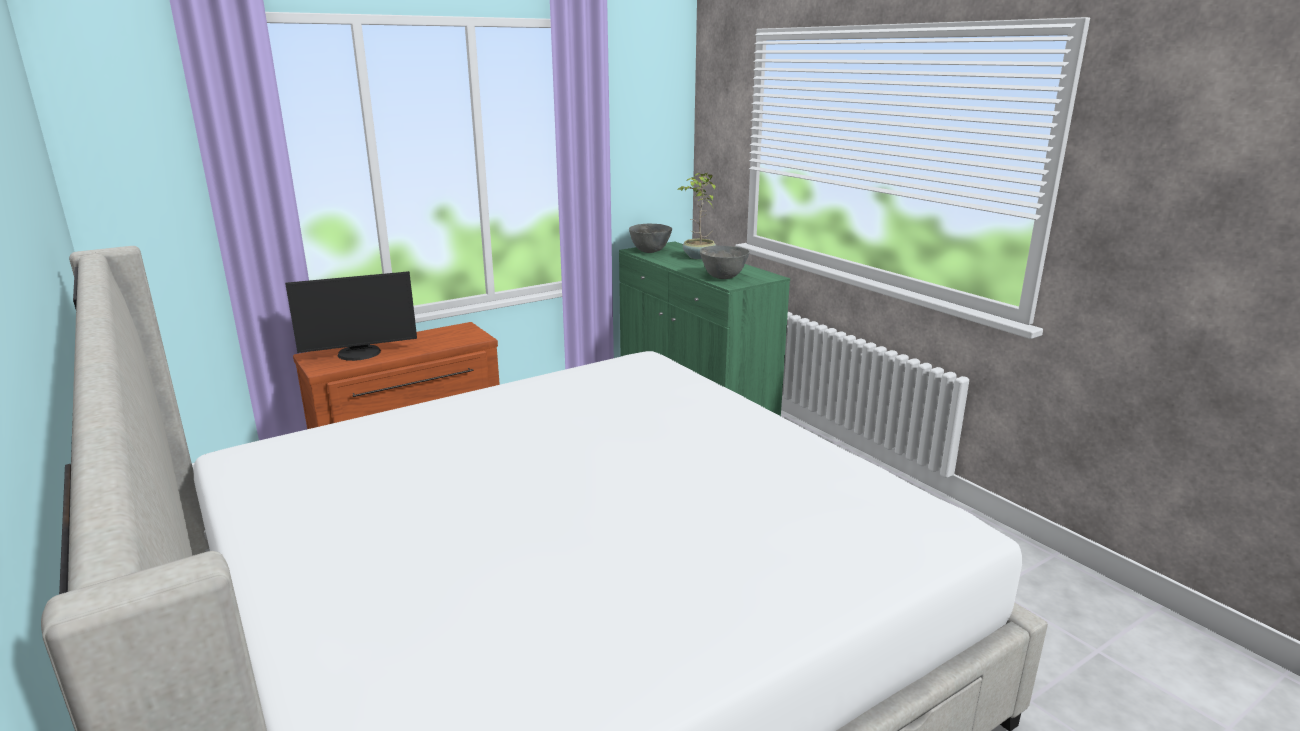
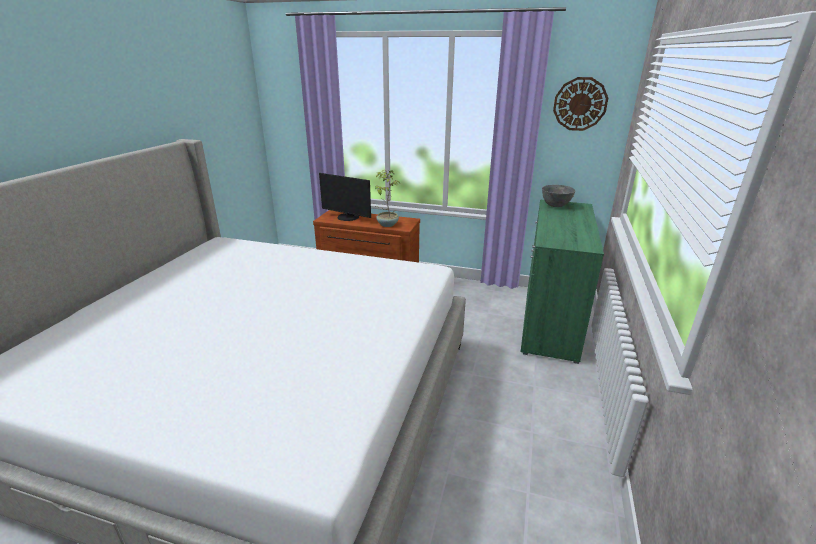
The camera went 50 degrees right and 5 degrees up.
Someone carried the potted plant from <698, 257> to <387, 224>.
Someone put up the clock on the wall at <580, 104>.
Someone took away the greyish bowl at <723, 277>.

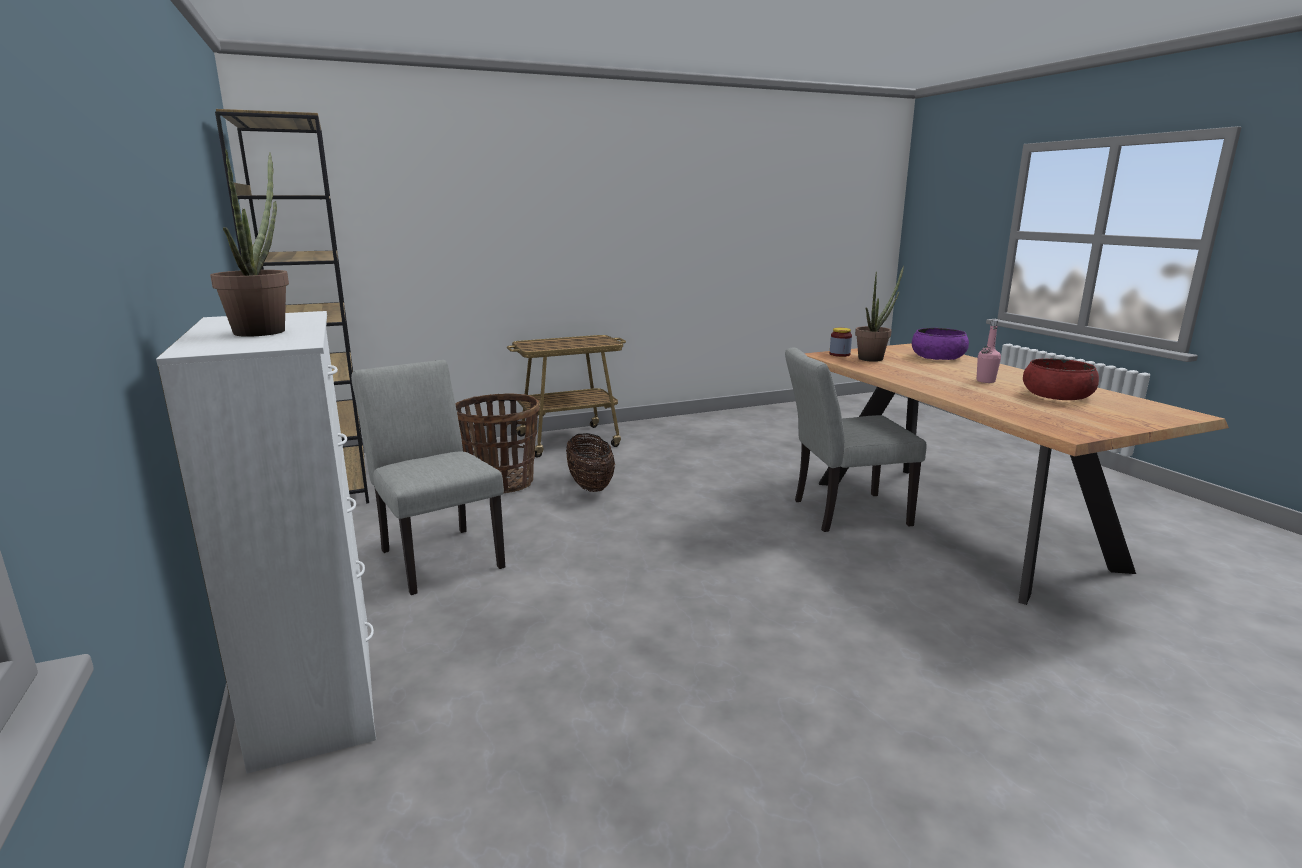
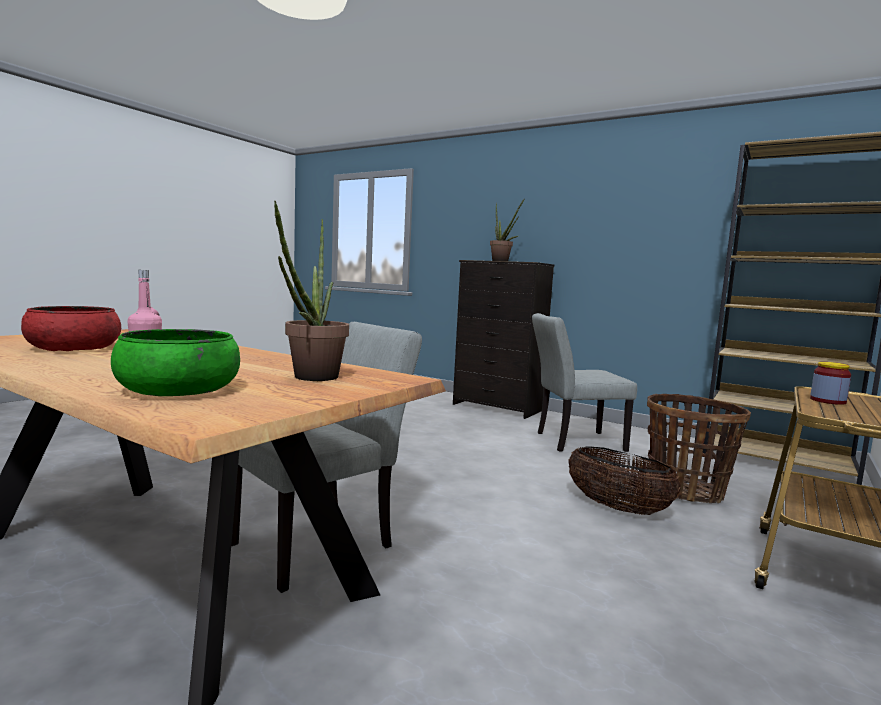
The camera went 145 degrees right and 10 degrees down.
Someone repainted the purple bowl at <938, 357>, which became the green-coloured bowl at <178, 389>.
Someone repainted the whitish chest of drawers at <318, 687>, which became the black chest of drawers at <497, 408>.
Someone rotated the greyish upright chair at <437, 555> by 150 degrees clockwise.
Someone carried the storage jar from <839, 354> to <827, 401>.

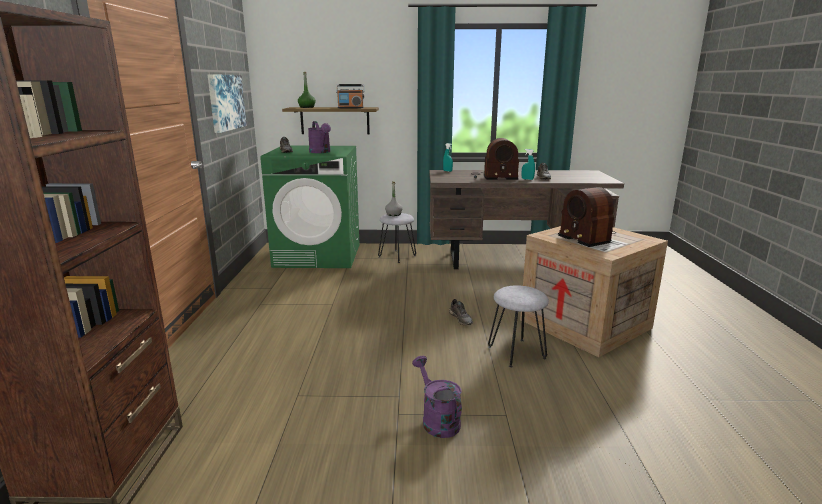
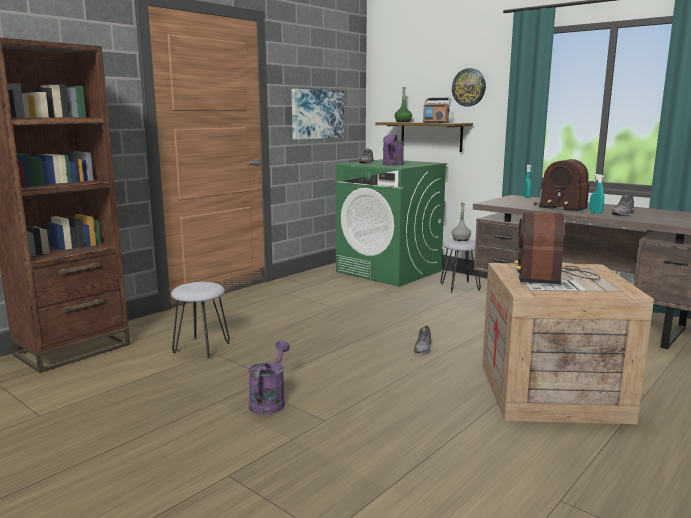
The camera went 40 degrees right and 5 degrees down.
Someone carried the greyish sitting stool from <516, 352> to <202, 347>.
Someone put up the clock on the wall at <469, 87>.

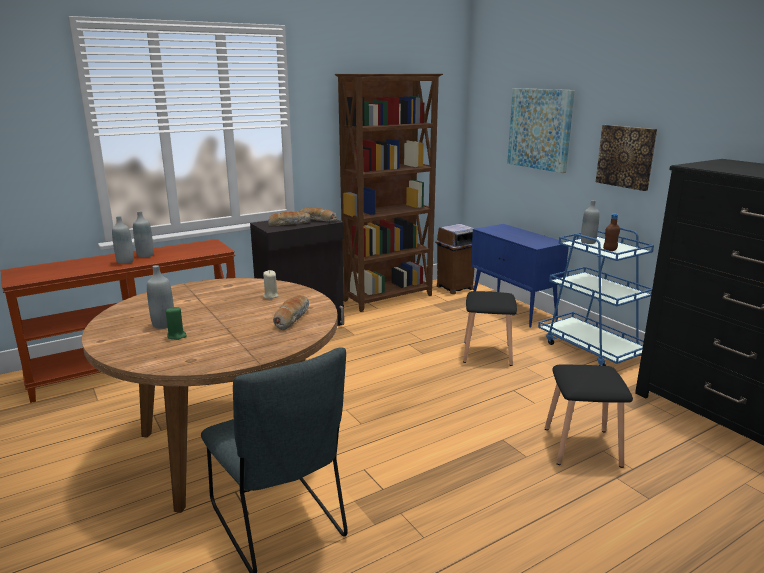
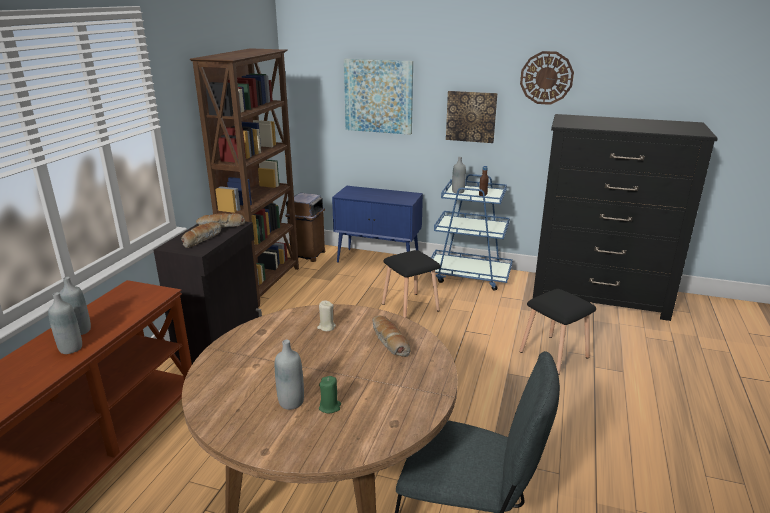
The camera went 40 degrees left and 5 degrees up.
Someone put up the clock on the wall at <546, 78>.

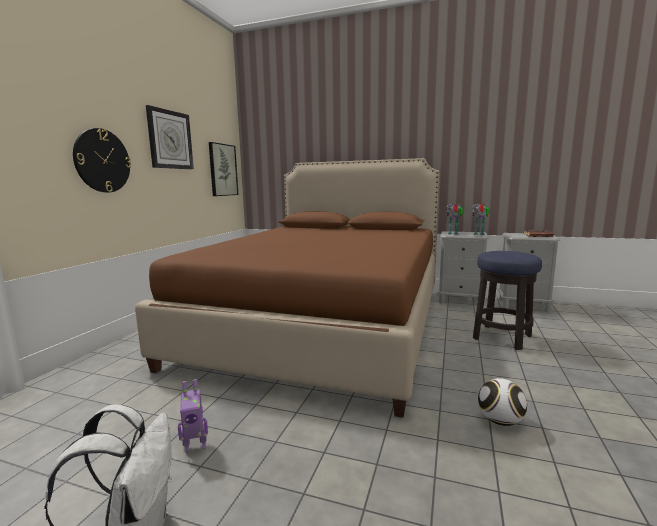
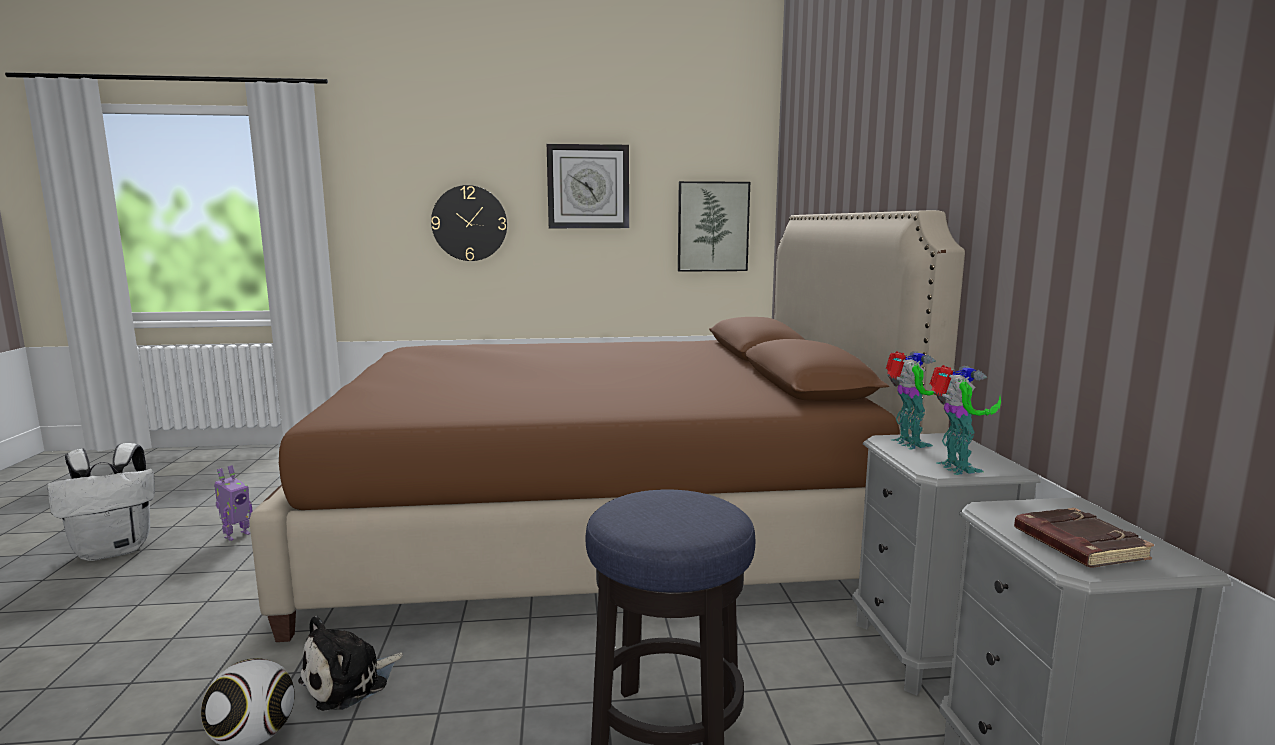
The camera went 65 degrees right and 0 degrees up.
Someone rotated the robot figure at <195, 446> by 105 degrees counterclockwise.
Someone put down the plush toy at <349, 682>.

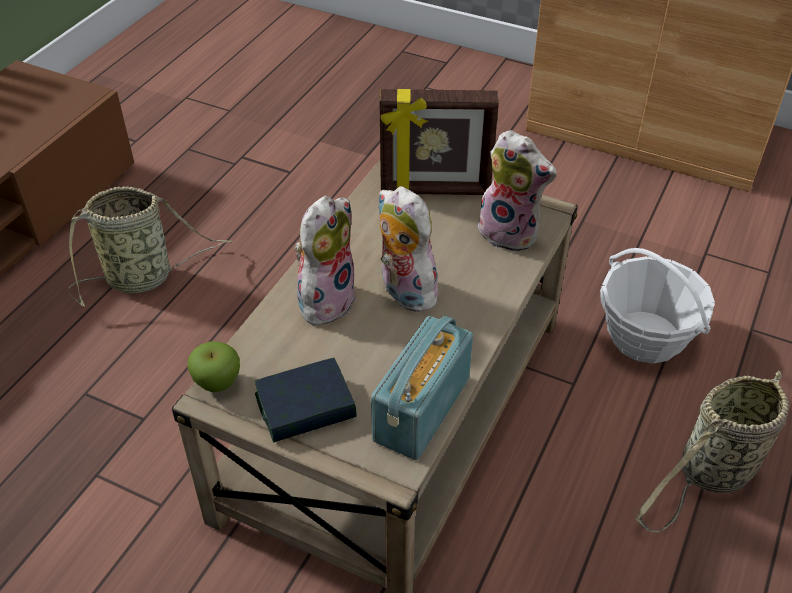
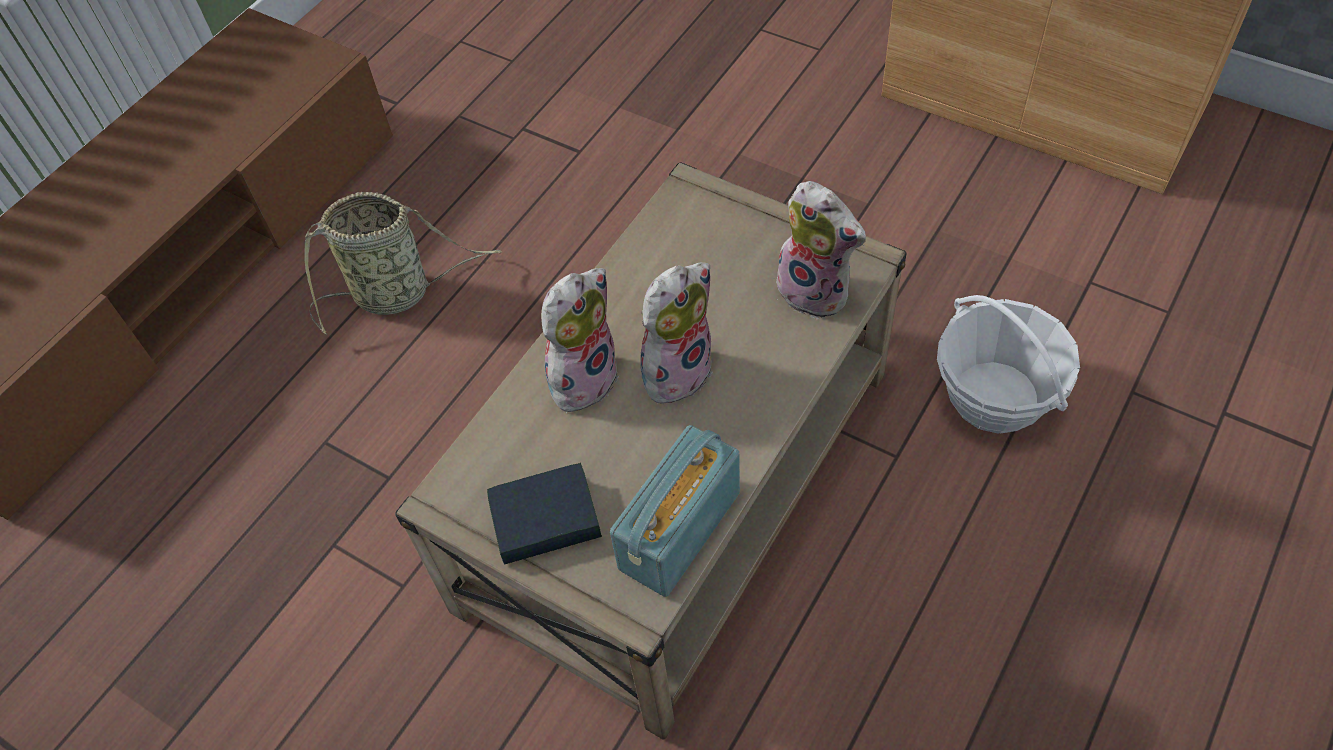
The camera went 10 degrees right and 10 degrees up.
Someone rotated the plush toy at <403, 292> by 75 degrees clockwise.
Someone took away the apple fruit at <217, 383>.
Someone took away the standing frame at <435, 191>.
Someone took away the basket at <712, 474>.

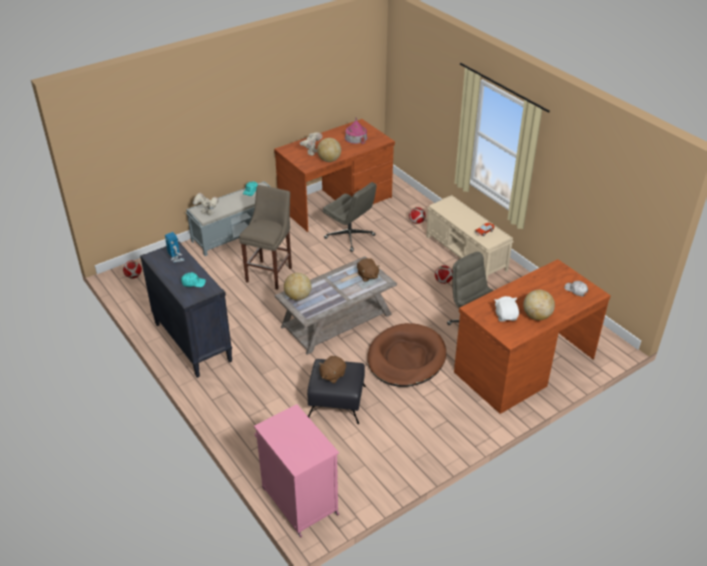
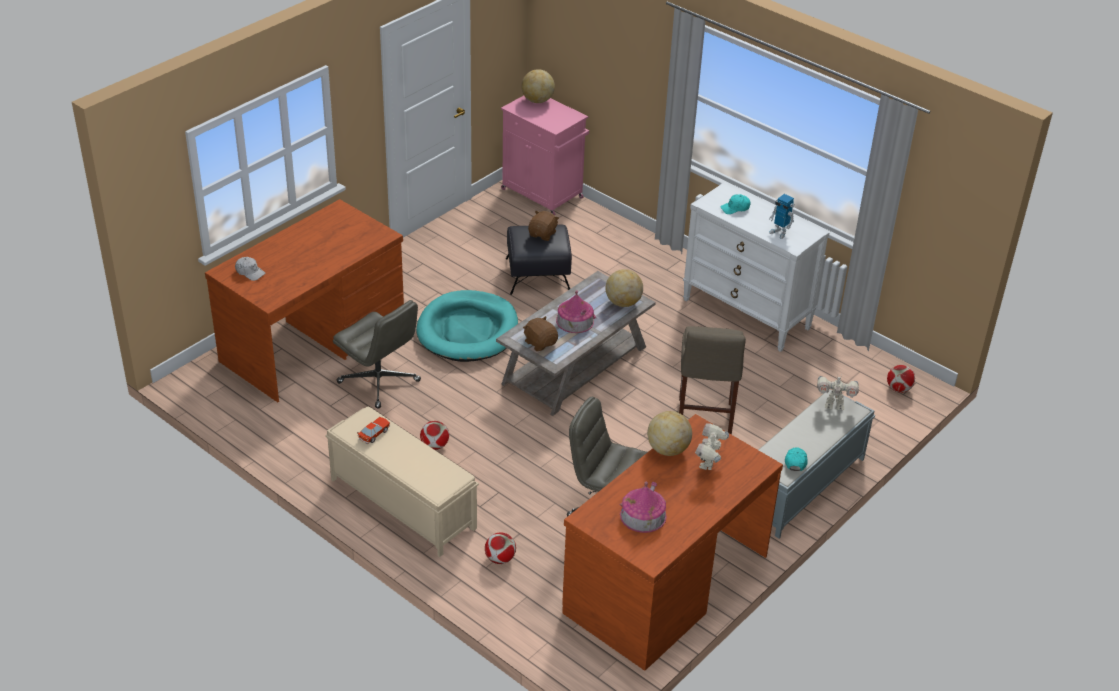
The camera went 165 degrees right and 0 degrees up.
Someone repainted the brown-coloured dog bed at <406, 358>, which became the turquoise dog bed at <468, 330>.
Someone carried the desk globe from <536, 316> to <537, 101>.
Someone put down the model house at <575, 321>.
Someone repainted the black chest of drawers at <192, 342>, which became the whitish chest of drawers at <747, 314>.
Someone took away the whitish plush toy at <506, 316>.

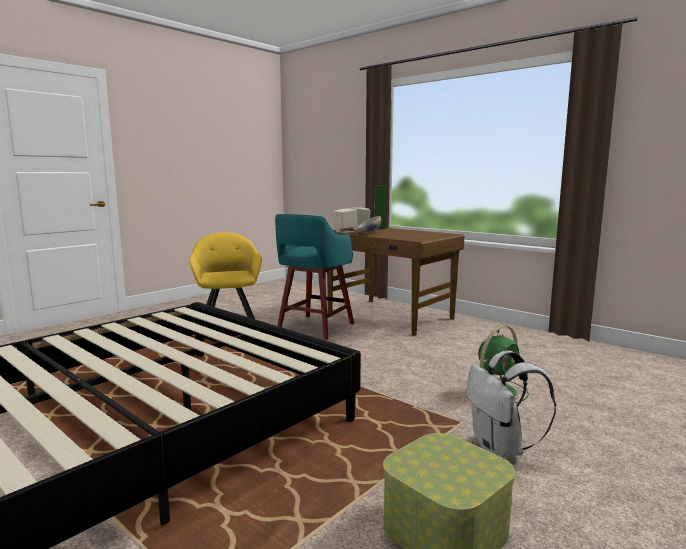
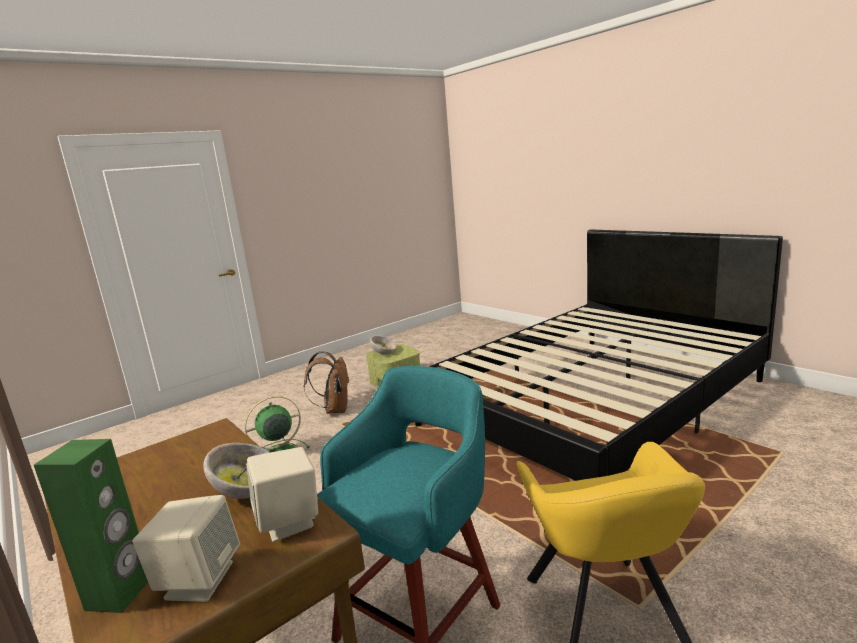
The camera went 170 degrees left and 5 degrees up.
Someone repainted the whitish backpack at <500, 449>, which became the brown-coloured backpack at <335, 409>.
Someone put down the bowl at <385, 353>.

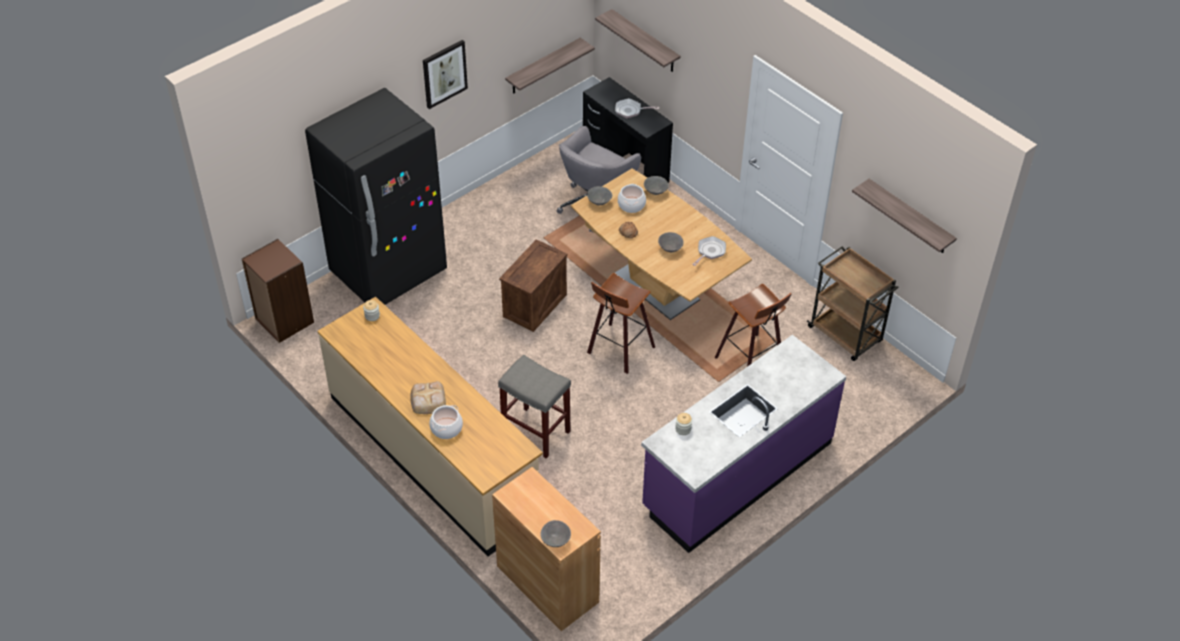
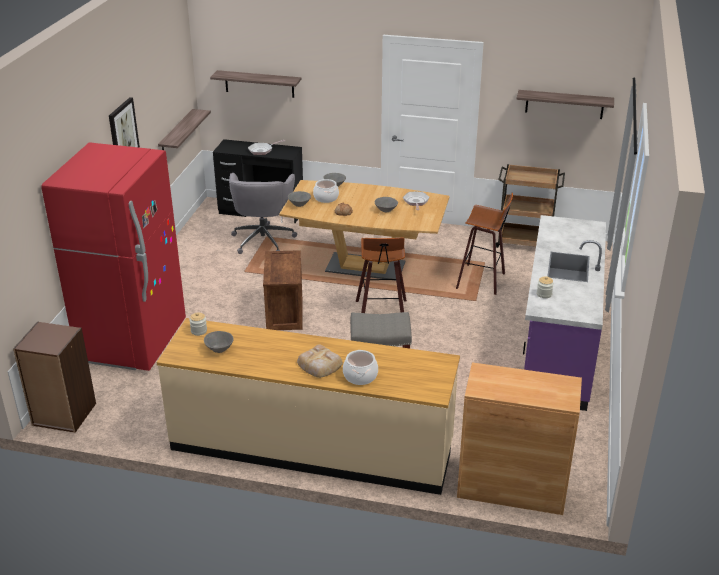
The camera went 35 degrees left and 15 degrees down.
Someone repainted the black fridge at <389, 272>, which became the reddish fridge at <133, 342>.
Someone carried the greyish bowl from <556, 540> to <219, 349>.

